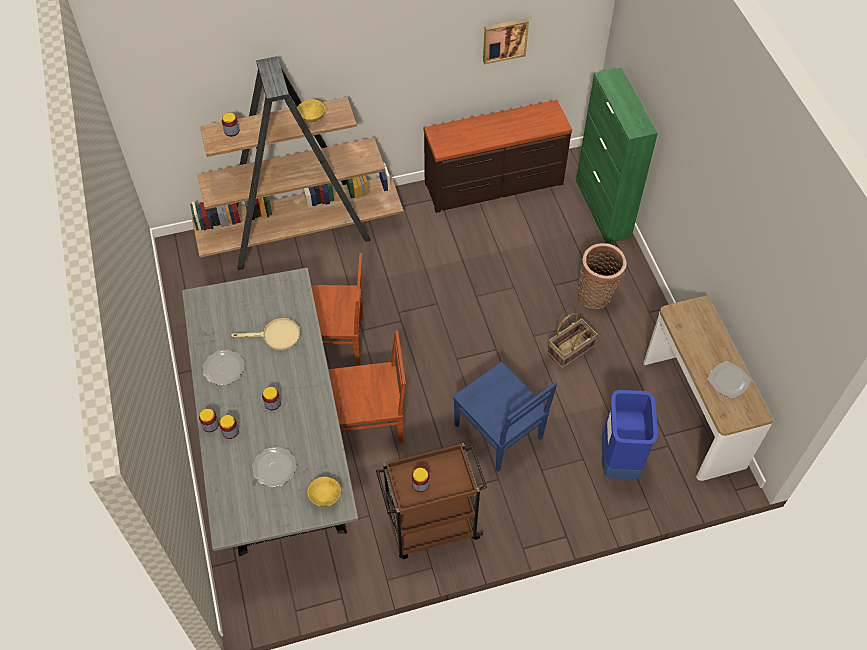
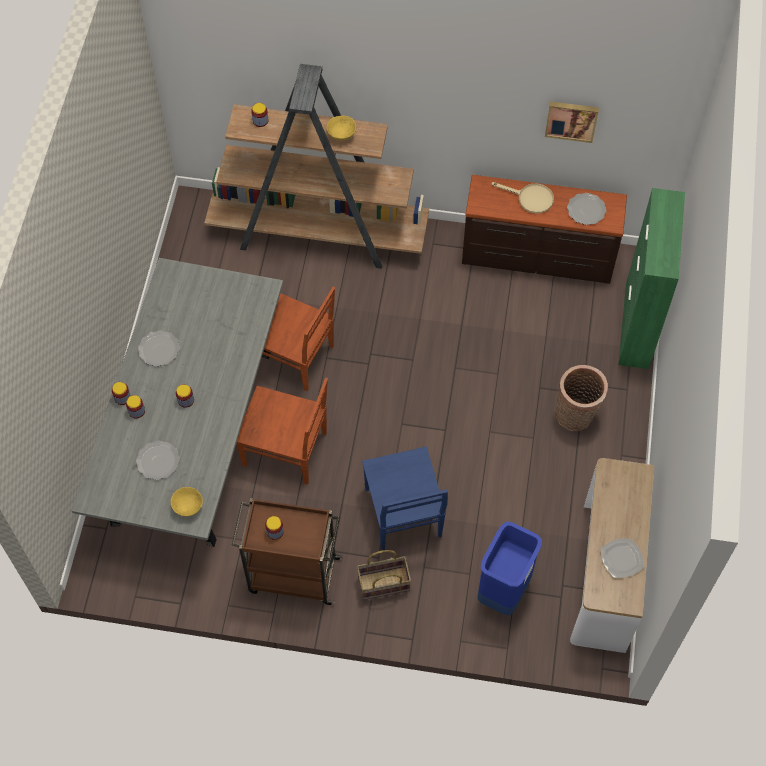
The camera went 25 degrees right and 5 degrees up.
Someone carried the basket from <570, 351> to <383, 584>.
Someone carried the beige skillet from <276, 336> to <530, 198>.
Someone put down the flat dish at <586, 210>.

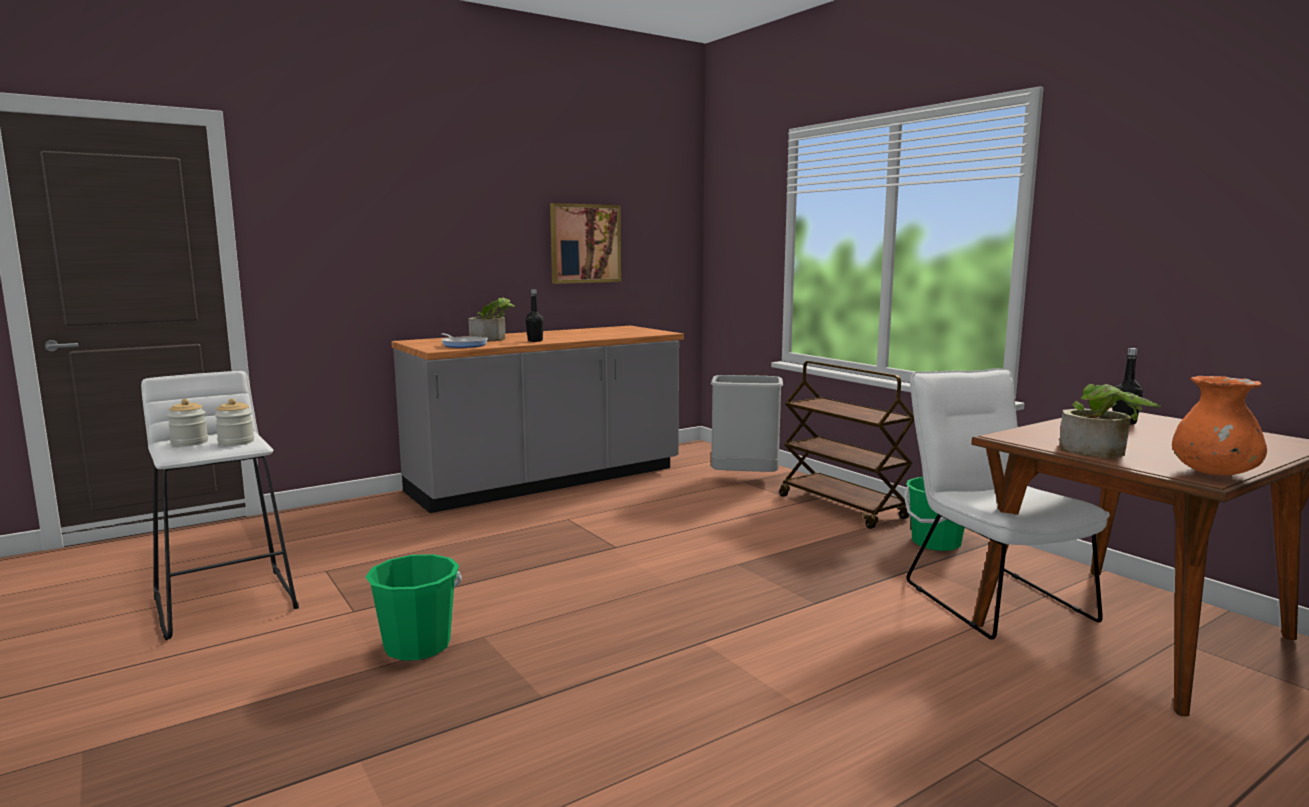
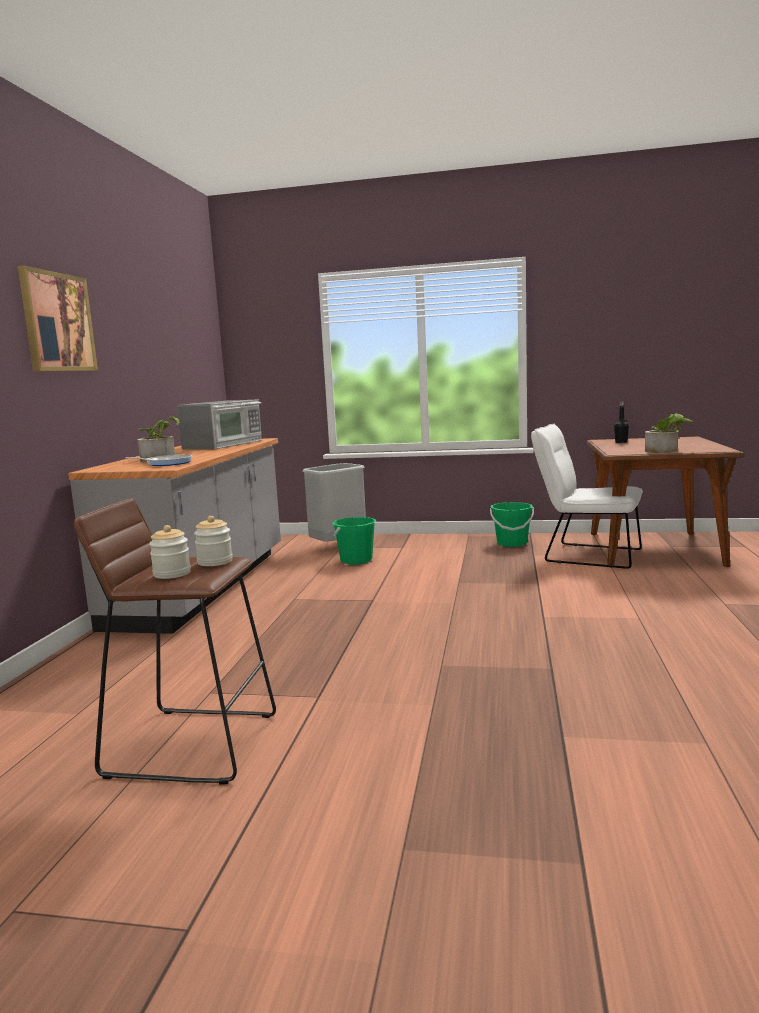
The camera went 45 degrees left and 0 degrees up.
Someone carried the picture from <585, 243> to <57, 322>.
Someone repainted the whitish sitting stool at <227, 601>, which became the brown-coloured sitting stool at <192, 743>.
Someone put down the kitchen microwave at <224, 444>.
Someone carried the green-coloured pail from <417, 646> to <356, 560>.
Someone took away the black drink bottle at <535, 341>.
Someone took away the brown-coloured wheeled cart at <843, 507>.
Someone took away the orange flower vase at <1214, 474>.

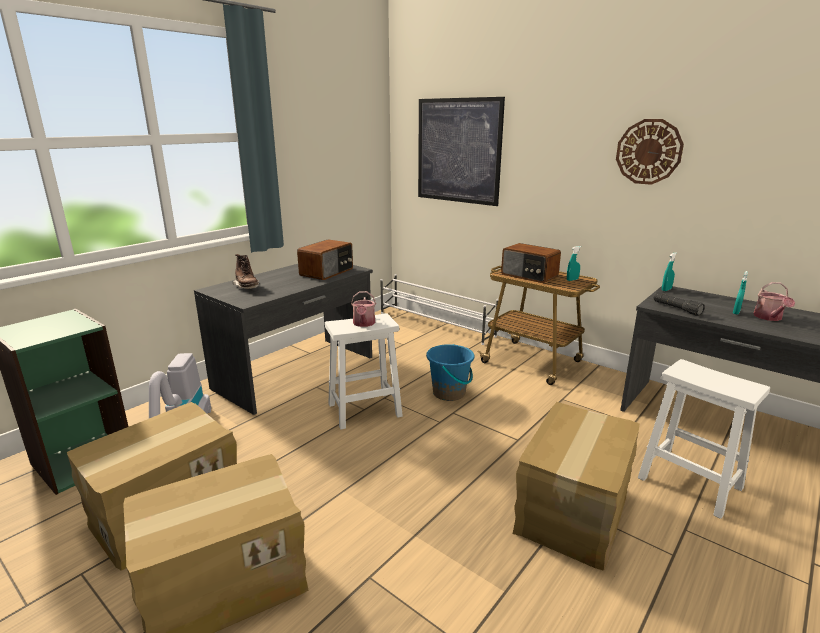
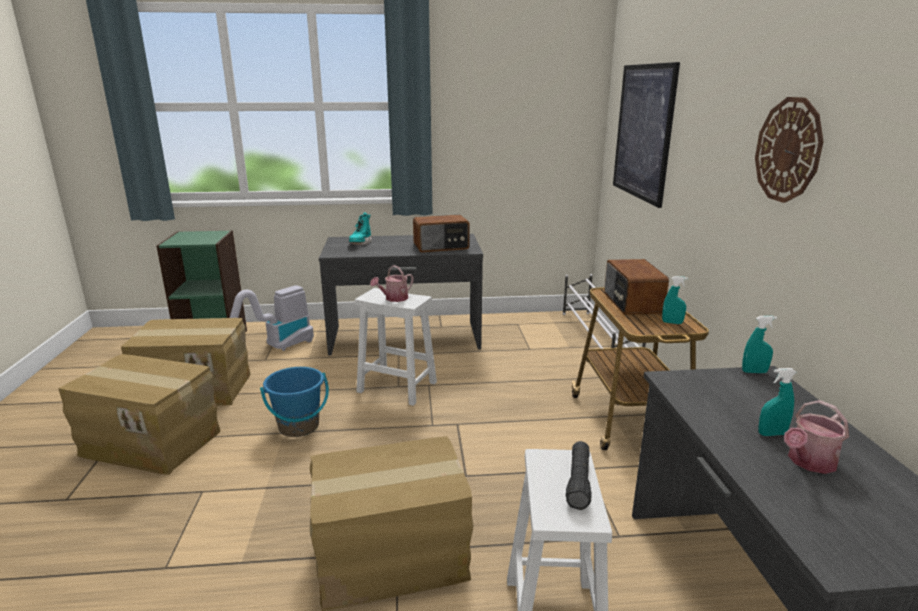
The camera went 45 degrees right and 0 degrees up.
Someone carried the blue-coloured pail from <449, 393> to <299, 426>.
Someone repainted the brown-coloured boot at <247, 287>, which became the turquoise boot at <360, 243>.
Someone carried the black torch from <676, 309> to <578, 482>.

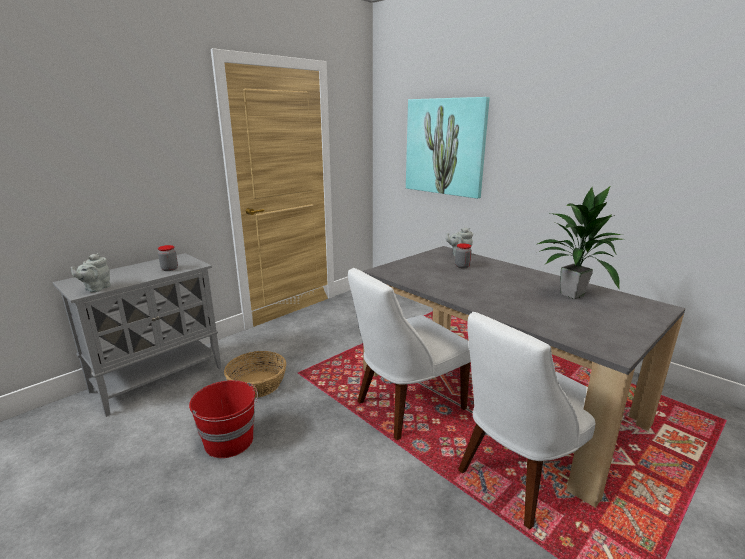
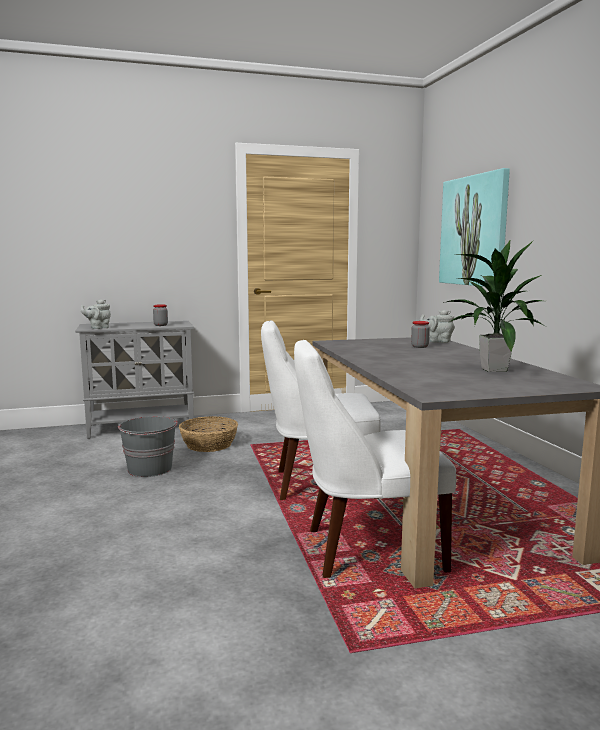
The camera went 30 degrees right and 10 degrees down.
Someone repainted the reddish pail at <230, 441>, which became the greyish pail at <150, 469>.

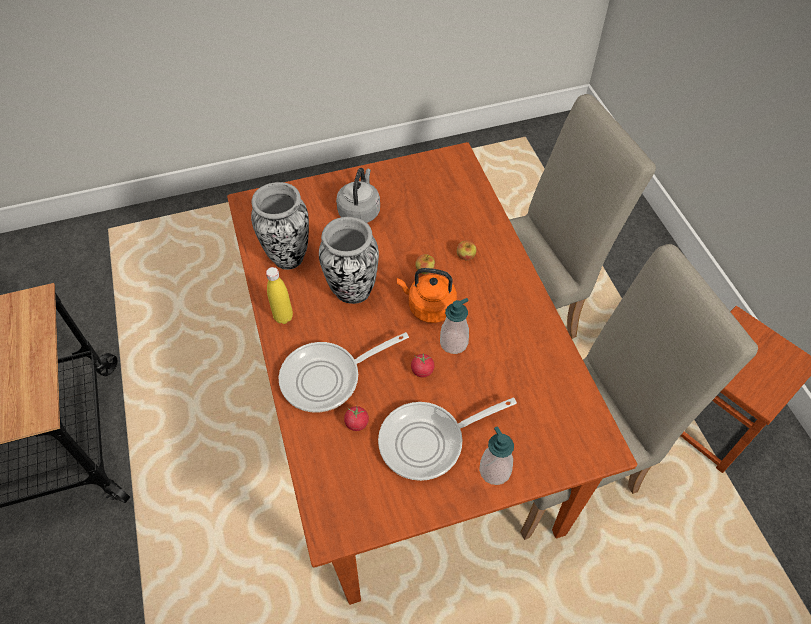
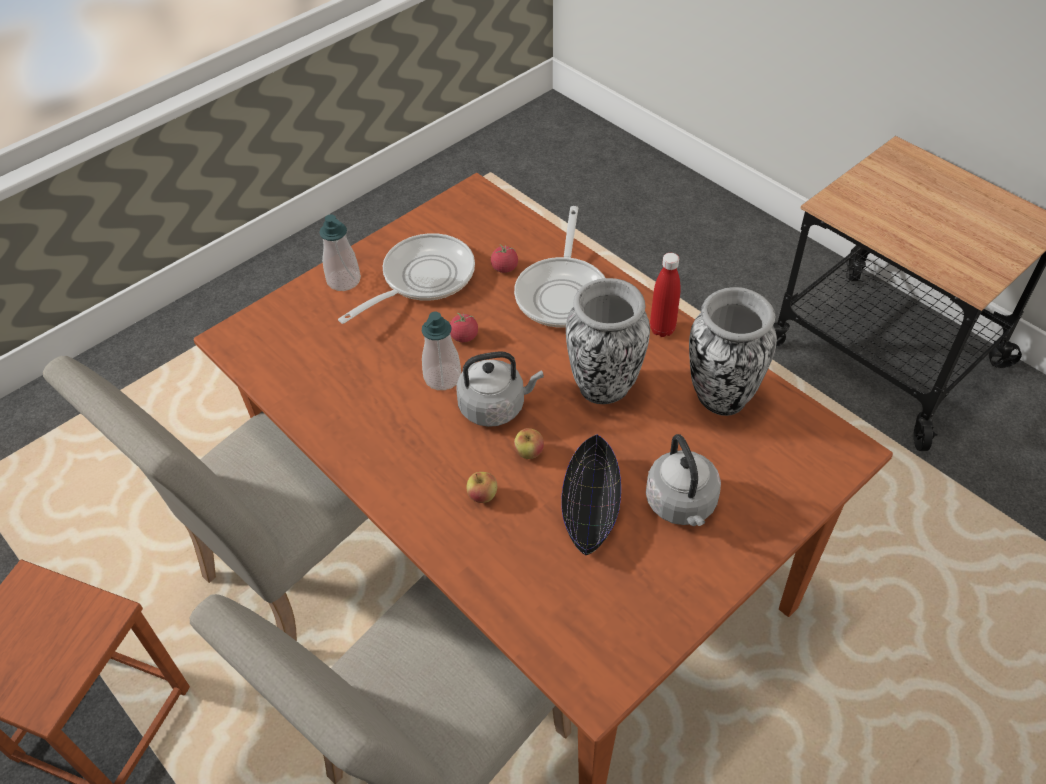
The camera went 155 degrees right and 5 degrees down.
Someone repainted the orange kettle at <429, 307>, which became the greyish kettle at <495, 406>.
Someone rotated the skillet at <327, 378> by 150 degrees clockwise.
Someone put down the black bowl at <590, 506>.
Someone repainted the yellow drink bottle at <283, 317>, which became the reddish drink bottle at <662, 329>.

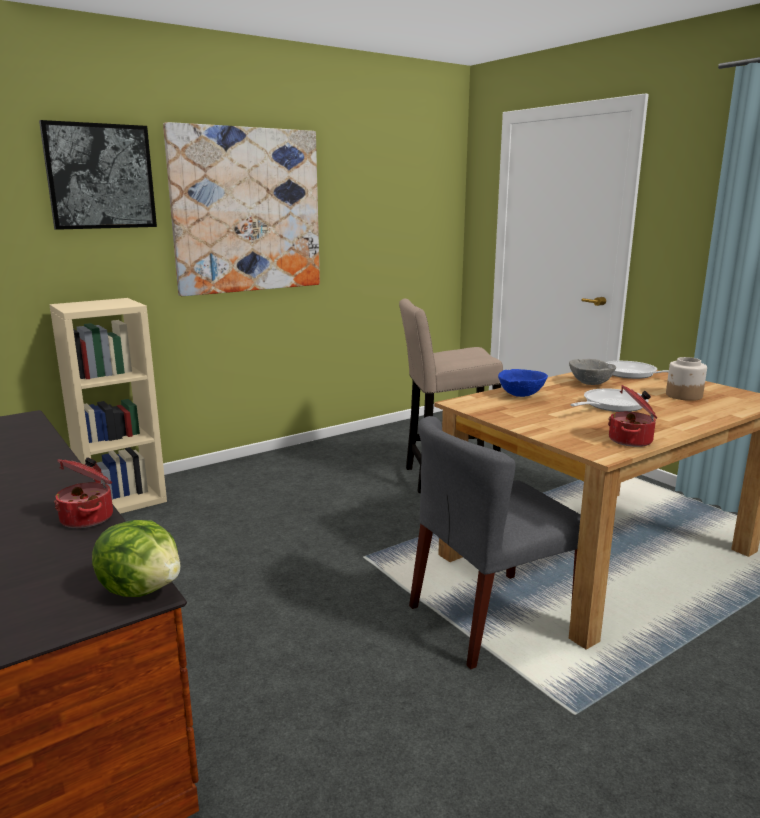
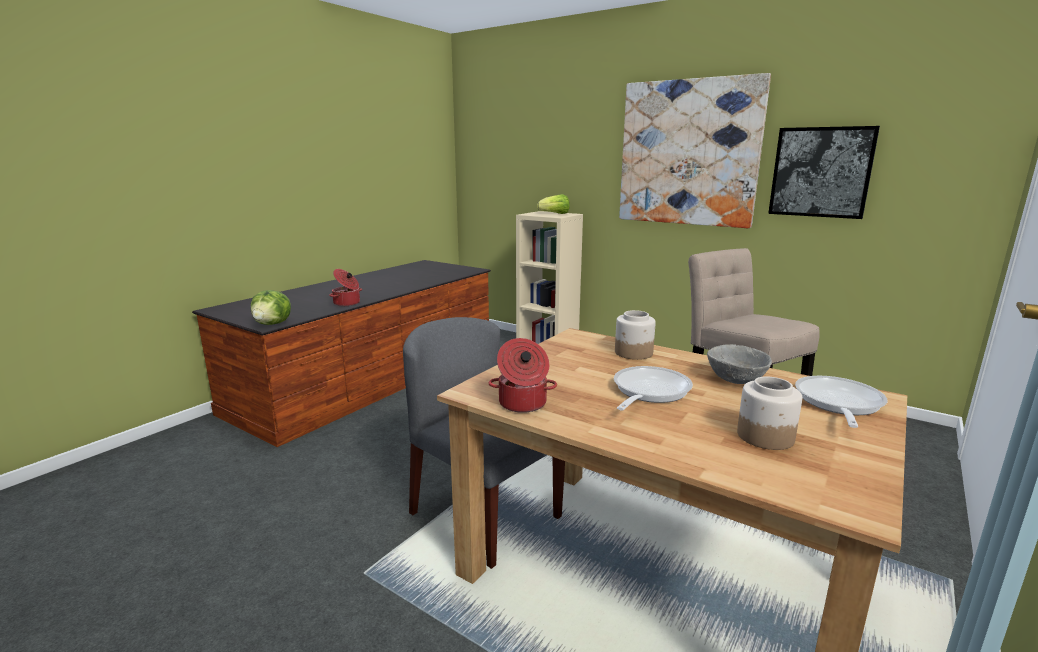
The camera went 70 degrees right and 0 degrees up.
Someone put down the lettuce at <555, 214>.
Someone rotated the skillet at <610, 405> by 90 degrees counterclockwise.
Someone swapped the blue-coloured bowl at <521, 395> for the storage jar at <633, 353>.
Someone carried the picture from <100, 176> to <821, 172>.

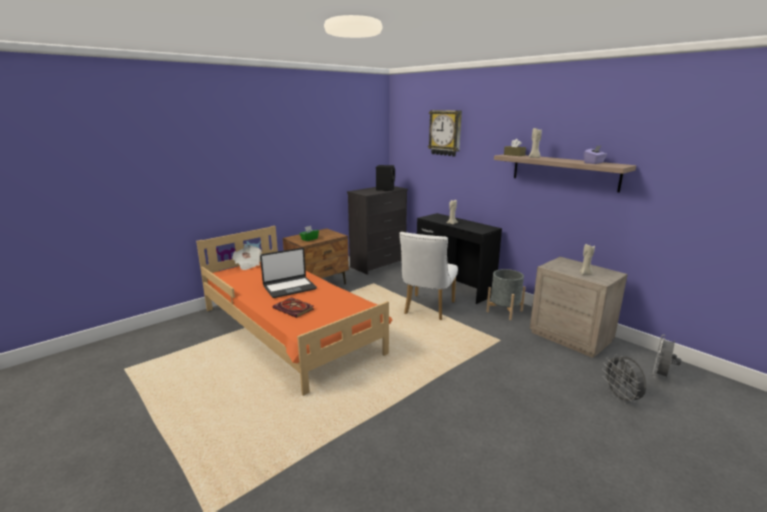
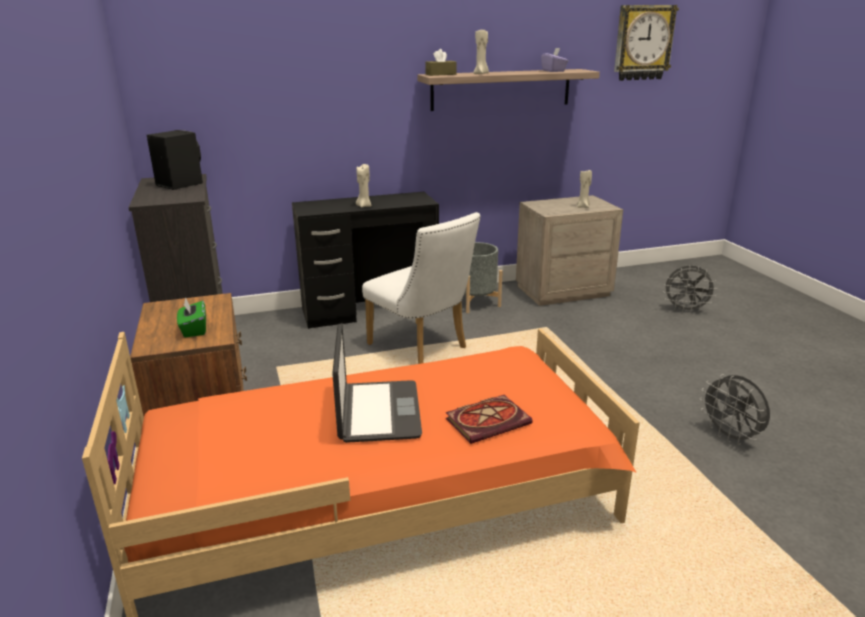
The camera went 65 degrees left and 5 degrees up.
Someone carried the clock on the wall from <445, 133> to <643, 43>.
Someone carried the greyish electric fan from <660, 377> to <730, 437>.
Someone took away the newspaper at <248, 264>.

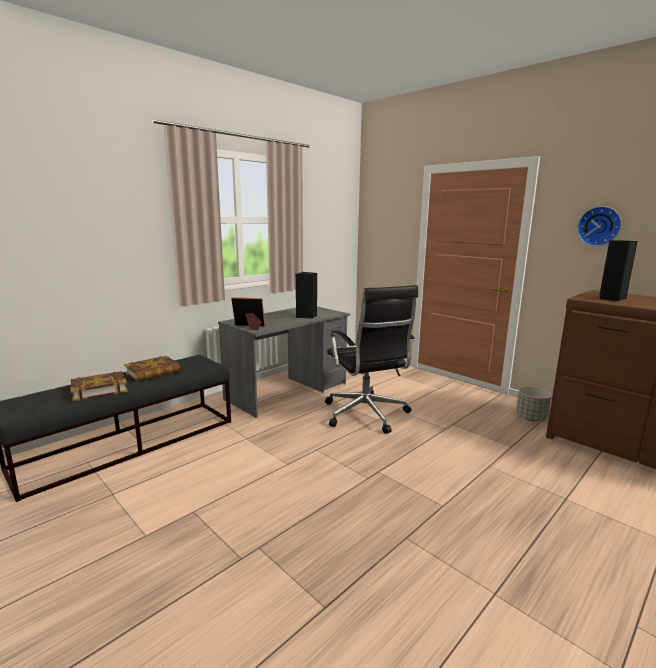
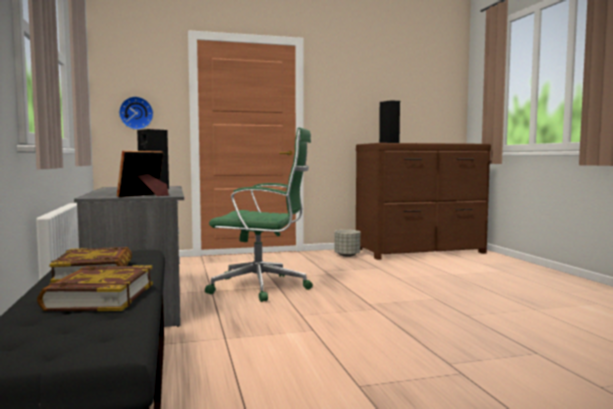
The camera went 60 degrees left and 10 degrees down.
Someone carried the clock on the wall from <599, 226> to <136, 113>.
Someone repainted the black office chair at <366, 415>, which became the green-coloured office chair at <262, 287>.

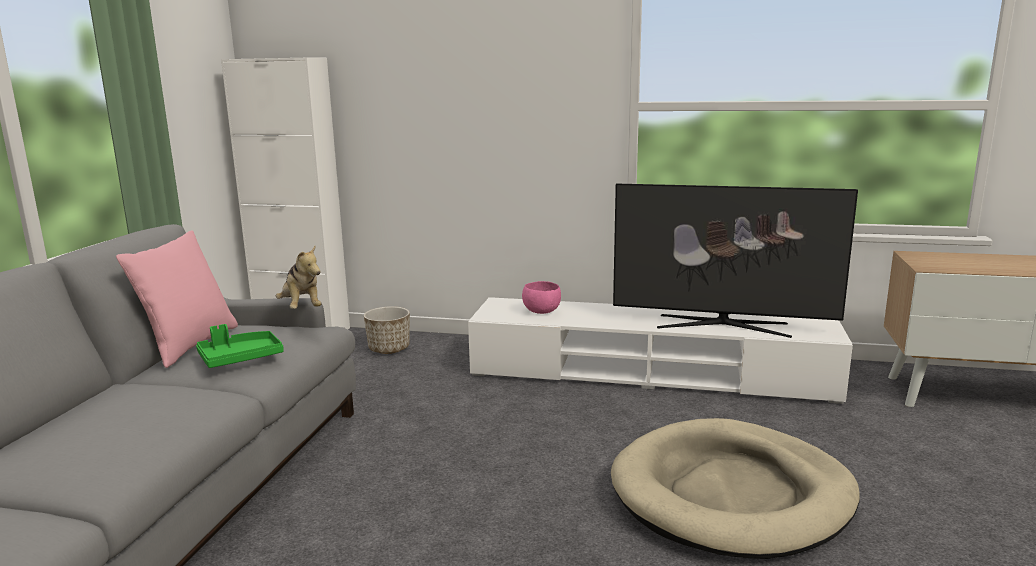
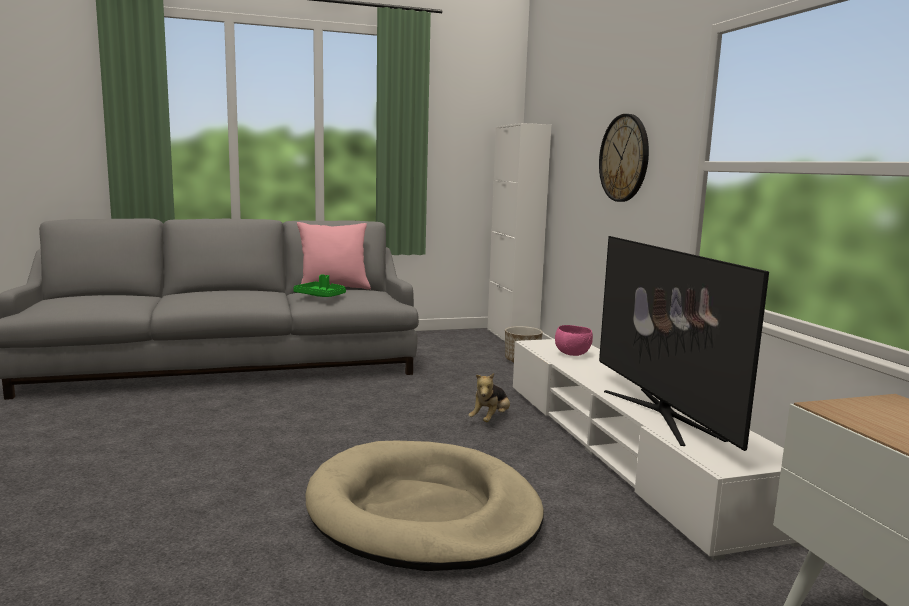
The camera went 60 degrees right and 5 degrees down.
Someone carried the plush toy from <301, 308> to <490, 420>.
Someone put up the clock on the wall at <624, 158>.

